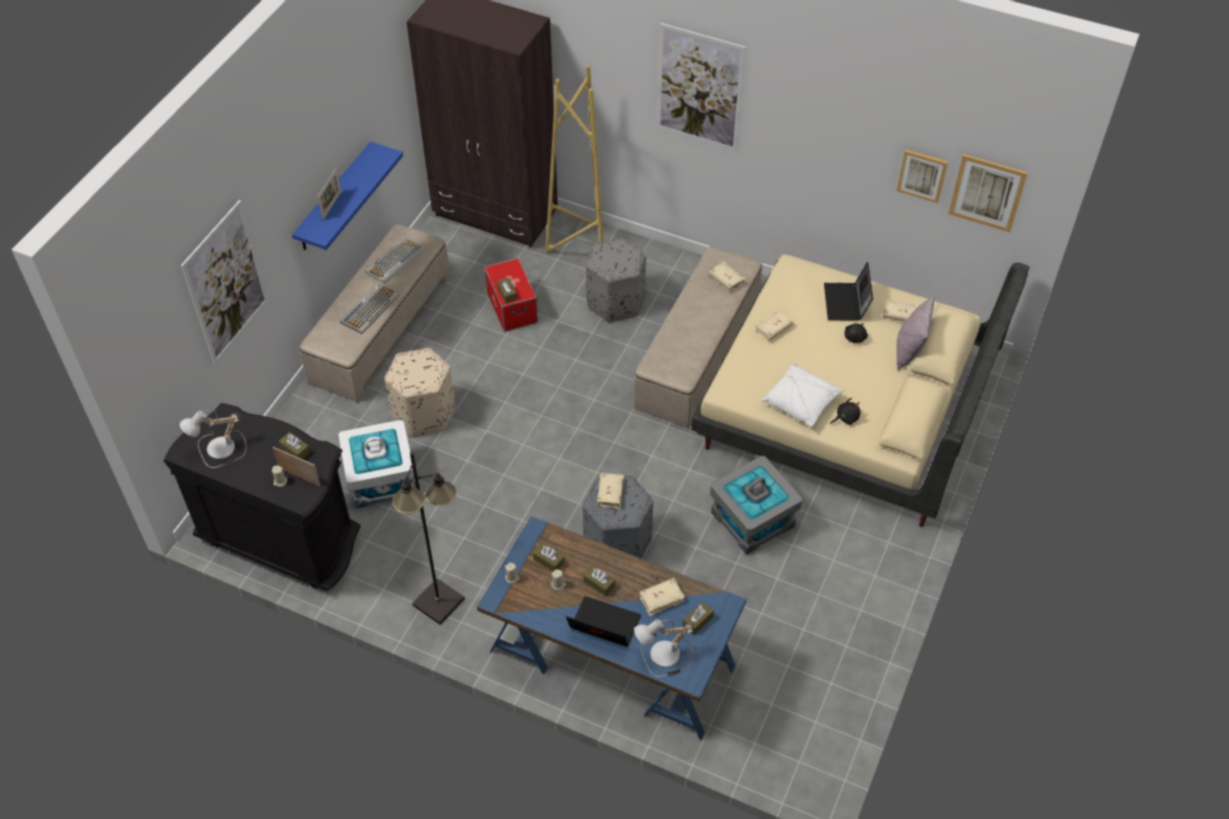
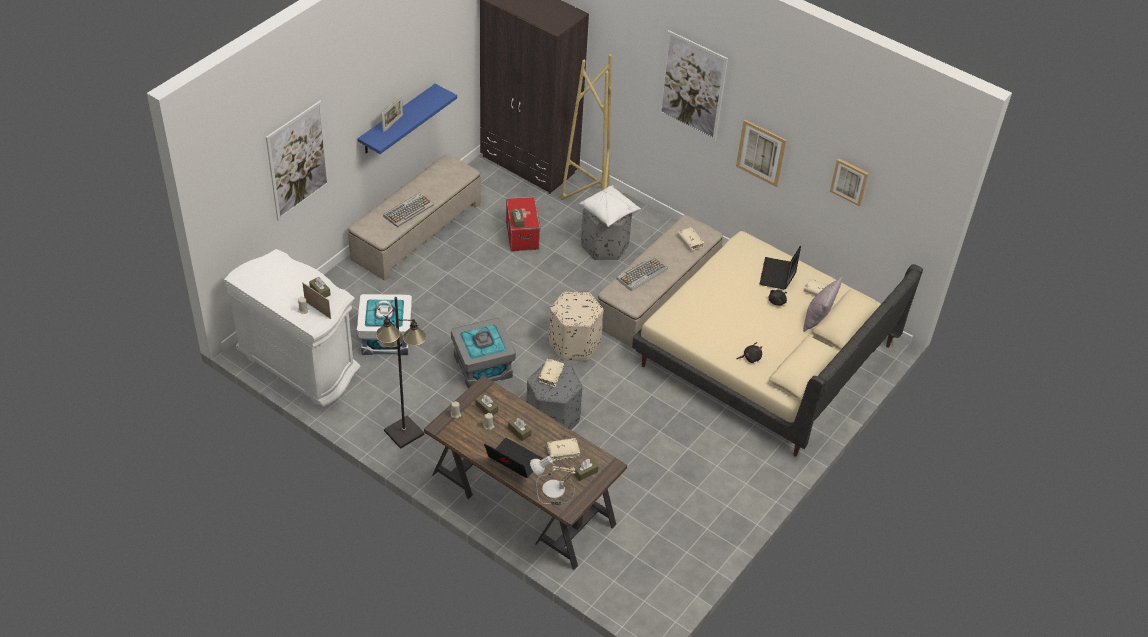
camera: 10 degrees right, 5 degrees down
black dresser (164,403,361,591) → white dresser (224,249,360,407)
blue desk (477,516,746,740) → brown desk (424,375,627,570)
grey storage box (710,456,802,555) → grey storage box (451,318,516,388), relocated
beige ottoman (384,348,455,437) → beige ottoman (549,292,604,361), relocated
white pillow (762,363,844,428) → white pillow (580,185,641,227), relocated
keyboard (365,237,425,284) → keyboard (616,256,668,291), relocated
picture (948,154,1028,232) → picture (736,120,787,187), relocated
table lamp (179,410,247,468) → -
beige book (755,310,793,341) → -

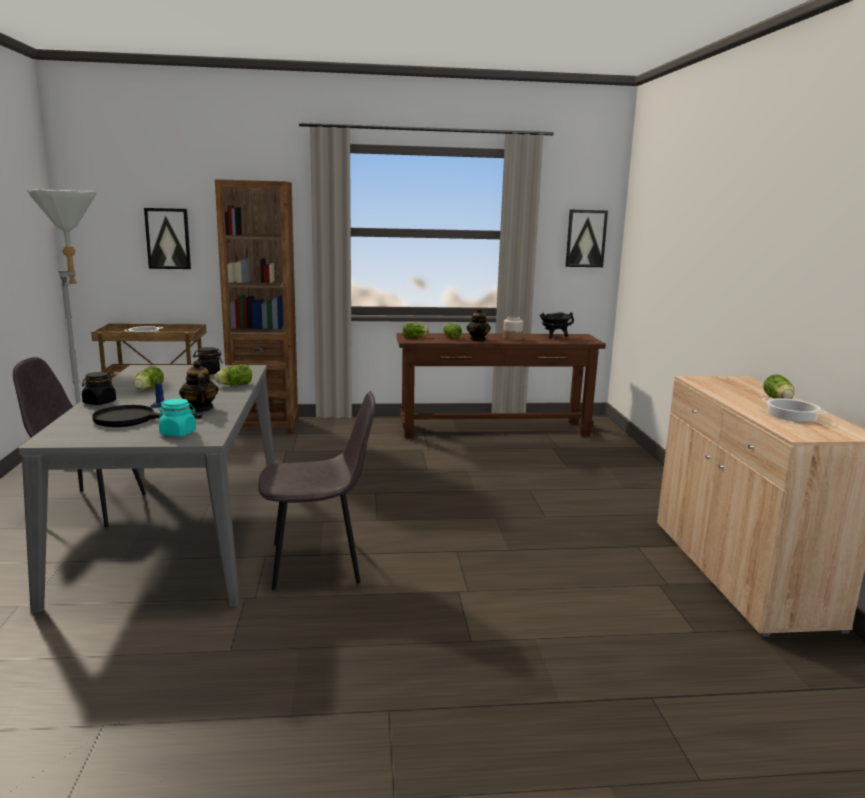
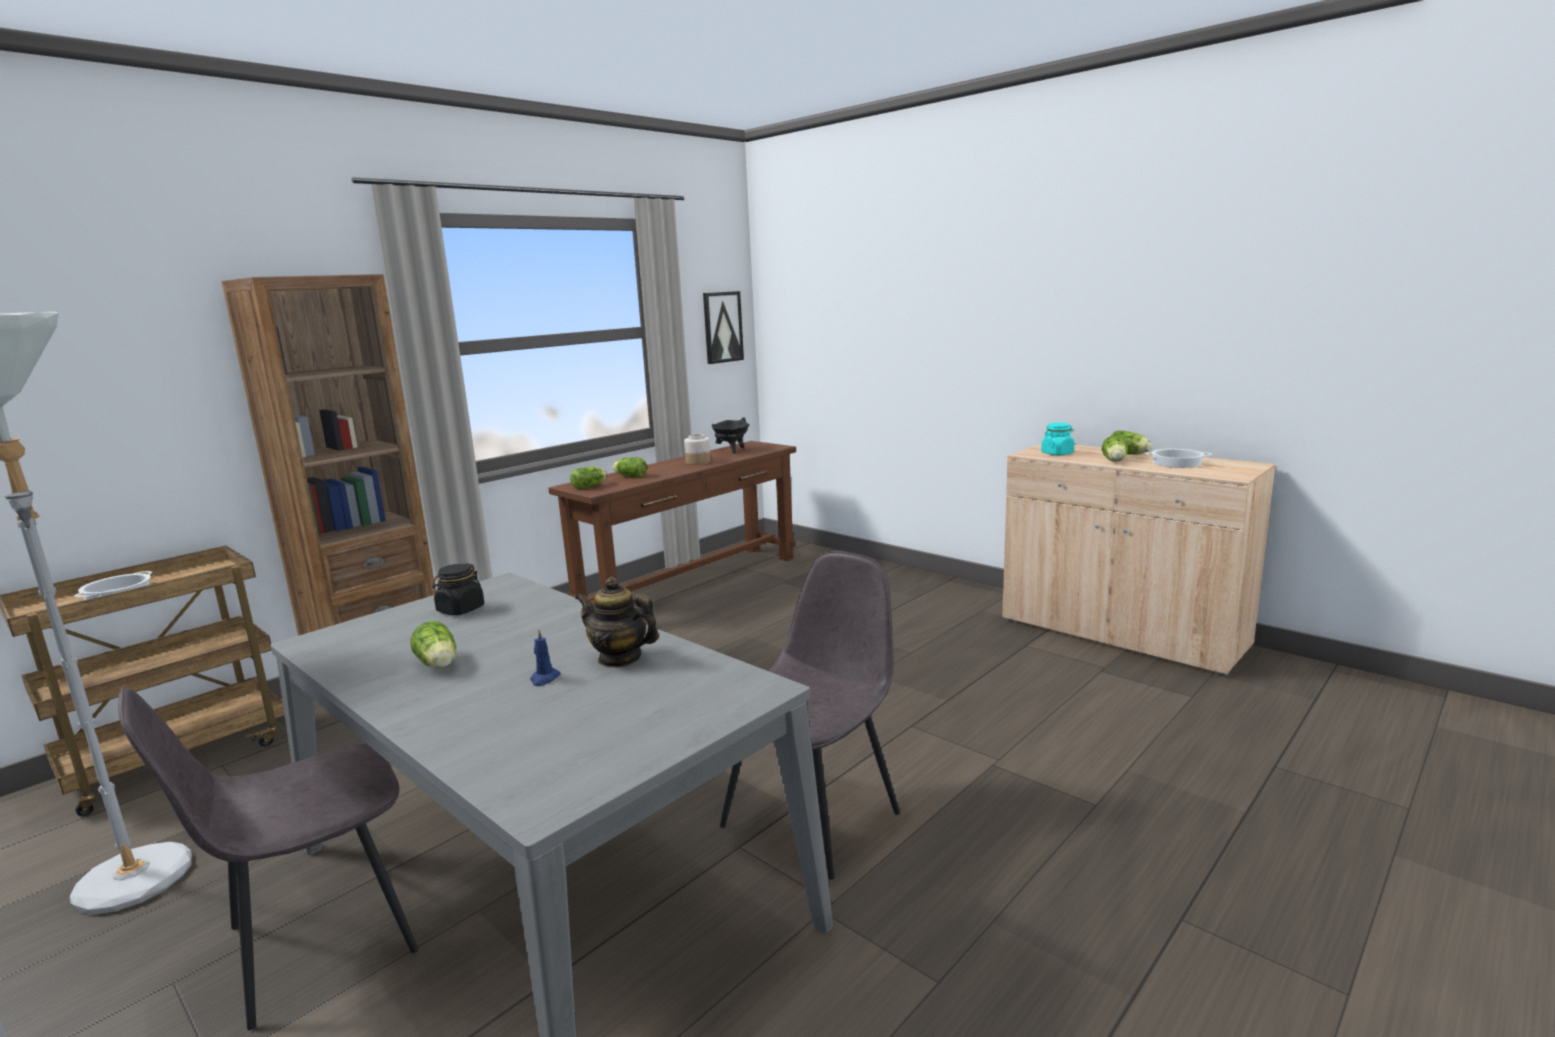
camera: 40 degrees left, 0 degrees up
turquoise jar (159,398,196,437) → turquoise jar (1041,423,1074,455), relocated
lettuce (215,364,252,385) → lettuce (1102,436,1128,462), relocated
black jar (82,372,116,405) → -
black frying pan (92,405,202,427) → -
picture (144,208,191,269) → -
teapot (467,308,491,341) → -

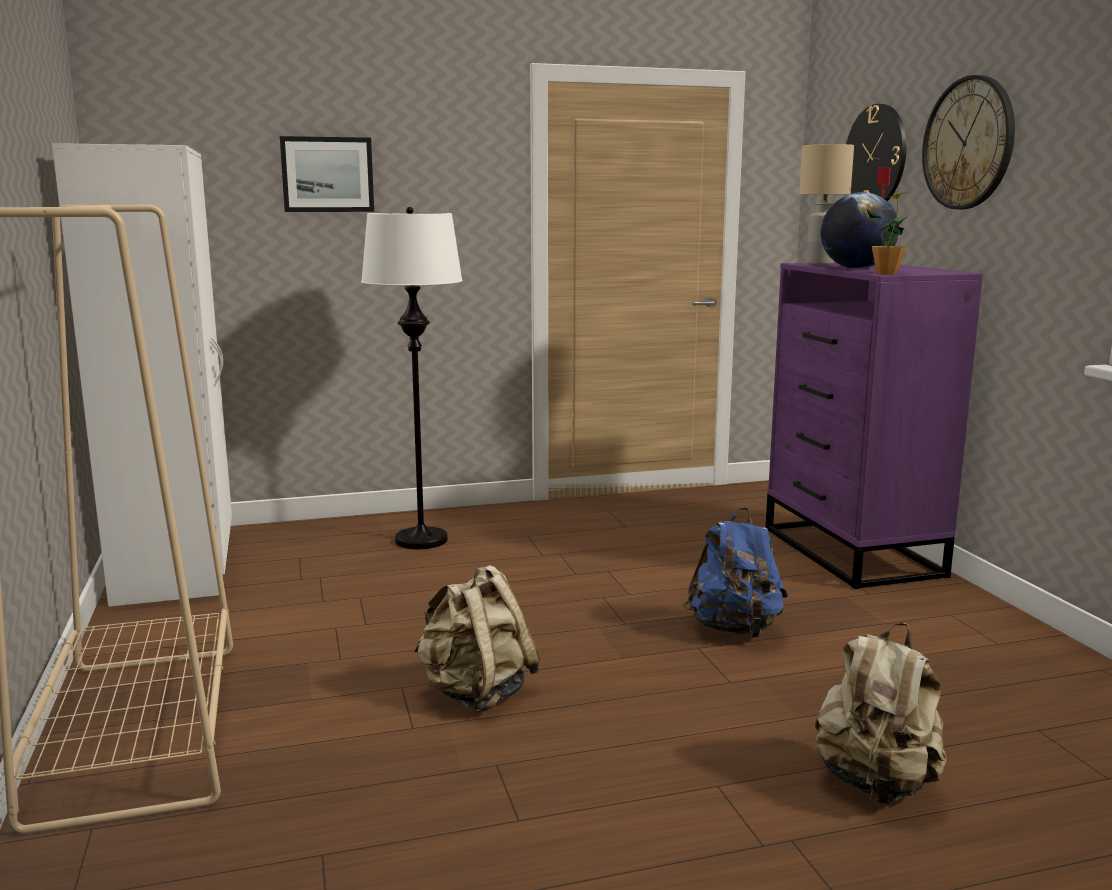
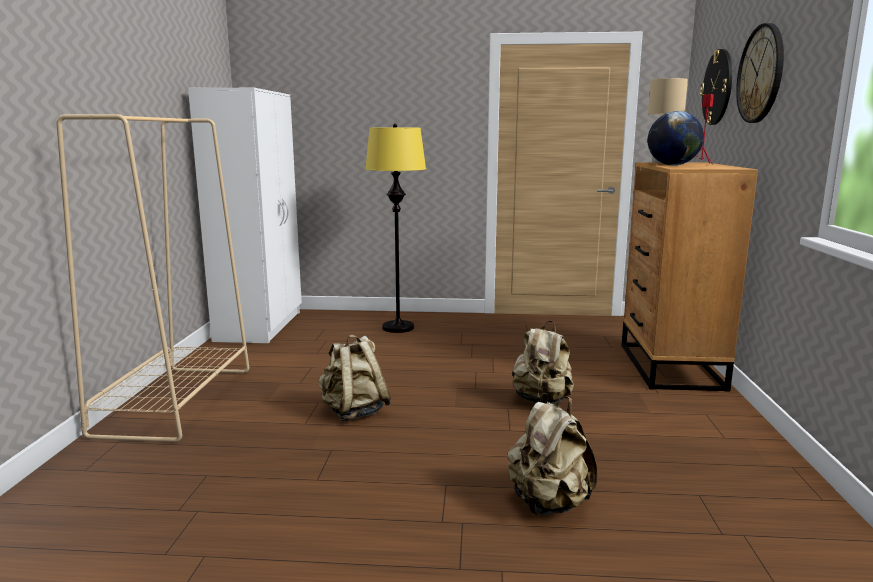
camera: 20 degrees right, 0 degrees up
white floor lamp (361,207,463,549) → yellow floor lamp (365,124,426,333)
blue backpack (683,507,788,638) → beige backpack (512,321,574,404)
purple dresser (765,262,983,589) → brown dresser (621,162,758,392)
picture (280,136,374,212) → -
potted plant (867,192,908,274) → -

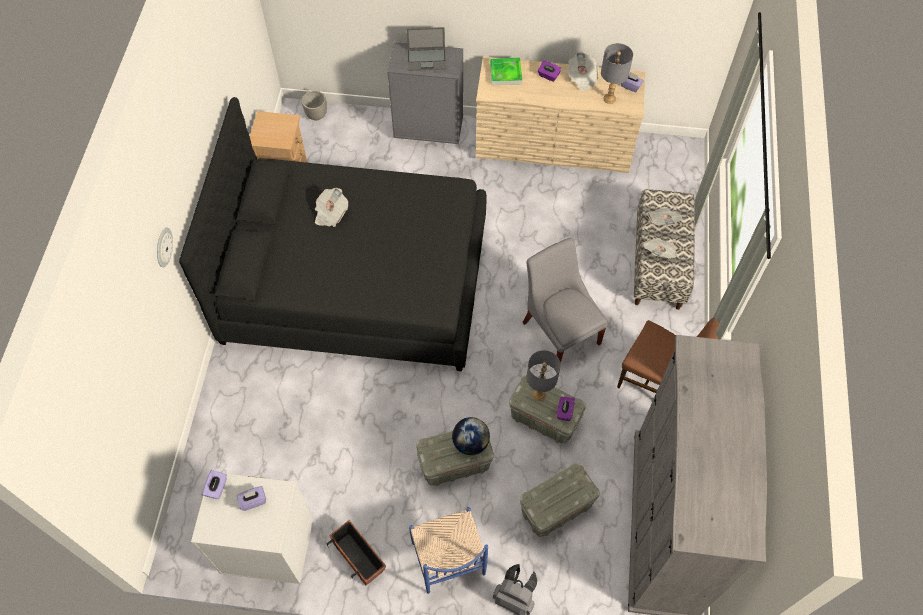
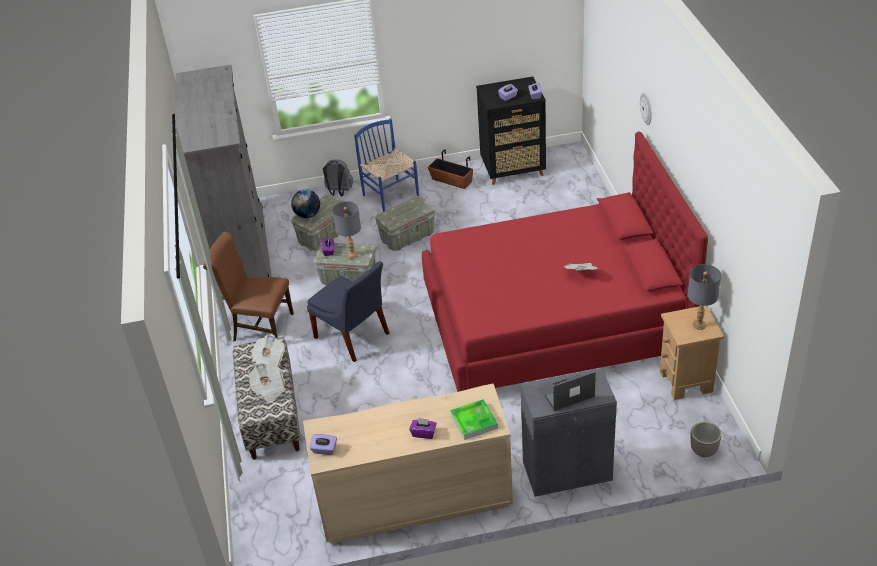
camera: 165 degrees right, 20 degrees down
globe (452,417,490,455) → globe (291,189,320,218), relocated
grey chair (522,238,608,363) → blue chair (307,261,389,362)
black bed (179,97,487,371) → red bed (422,132,708,392)
white dresser (191,474,313,584) → black dresser (476,76,546,185)
grey table lamp (601,43,633,104) → grey table lamp (688,264,721,330), relocated
newspaper (567,52,599,92) → -

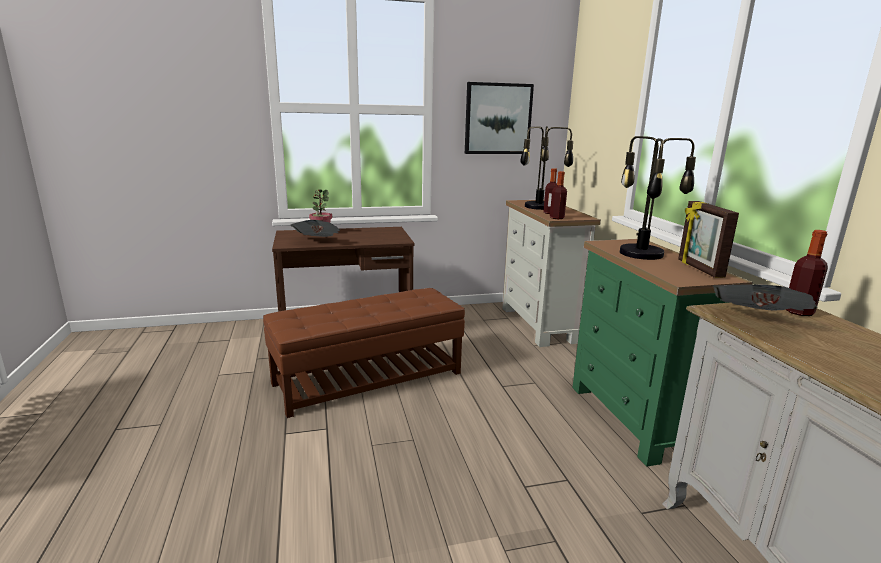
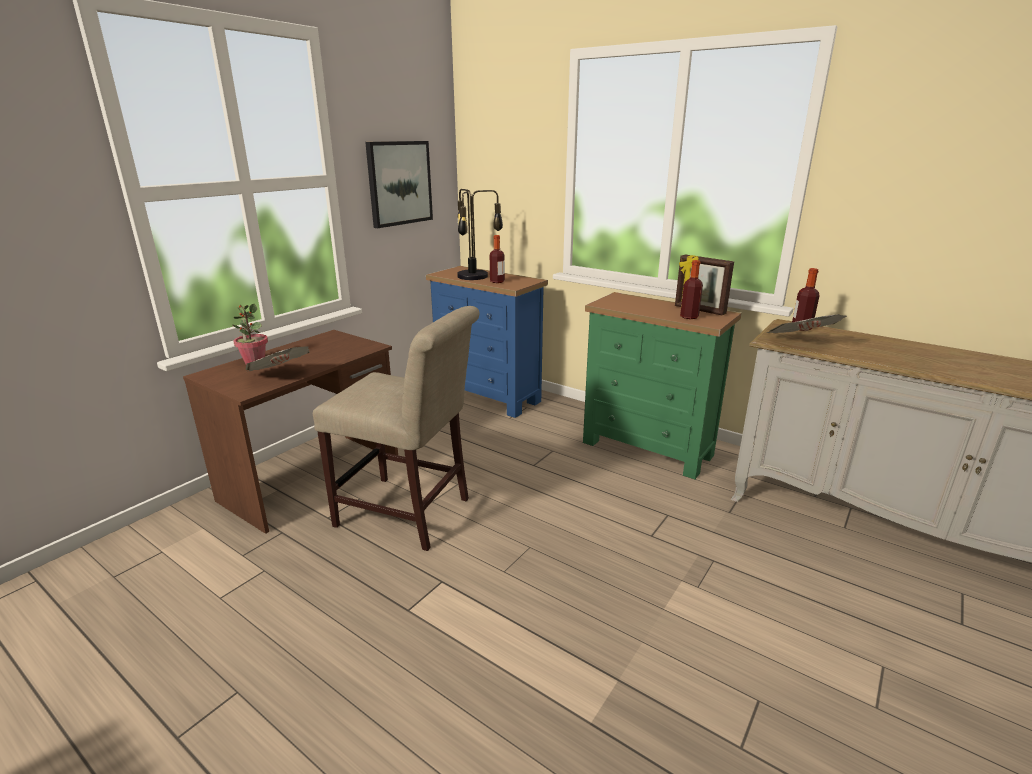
camera: 40 degrees left, 5 degrees up
brown ottoman (263,288,465,418) → beige chair (313,306,479,551)
white dresser (503,200,601,347) → blue dresser (426,266,548,418)
bottle (550,171,567,219) → bottle (680,260,703,319), relocated
table lamp (620,136,696,260) → -

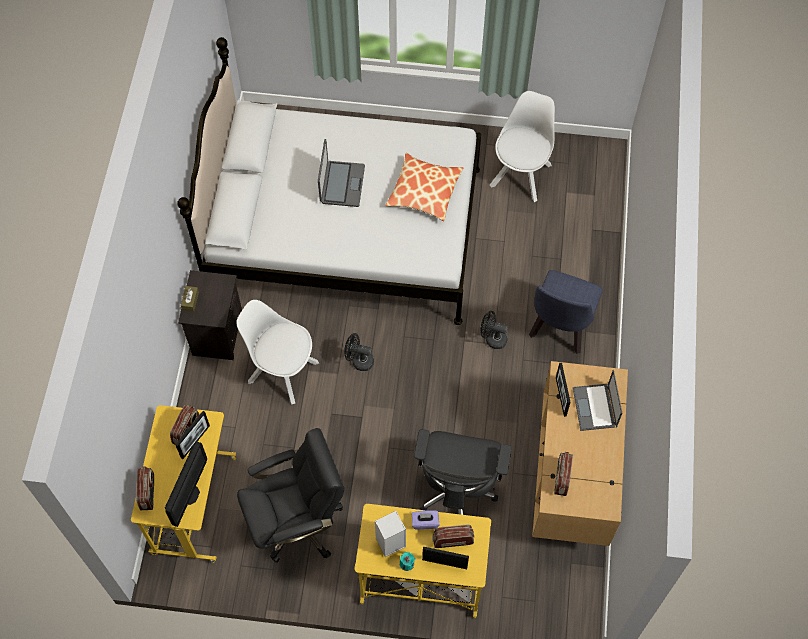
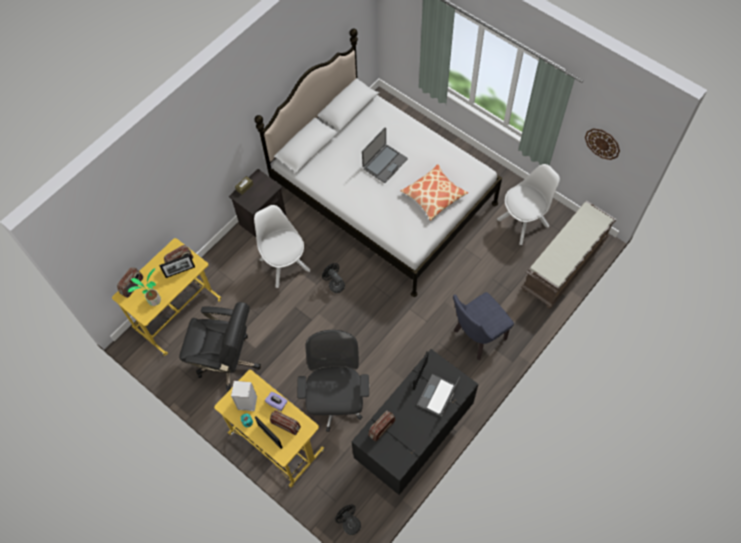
camera: 35 degrees right, 0 degrees up
monitor (165,441,207,527) → potted plant (128,268,161,306)
office chair (414,429,512,515) → office chair (297,330,369,432), 135 degrees clockwise
black fan (480,311,508,349) → black fan (335,505,361,535), relocated
beige dresser (532,361,628,546) → black dresser (351,349,479,495)
- → brown bench (522,200,617,308)
- → wall clock (585,128,620,160)

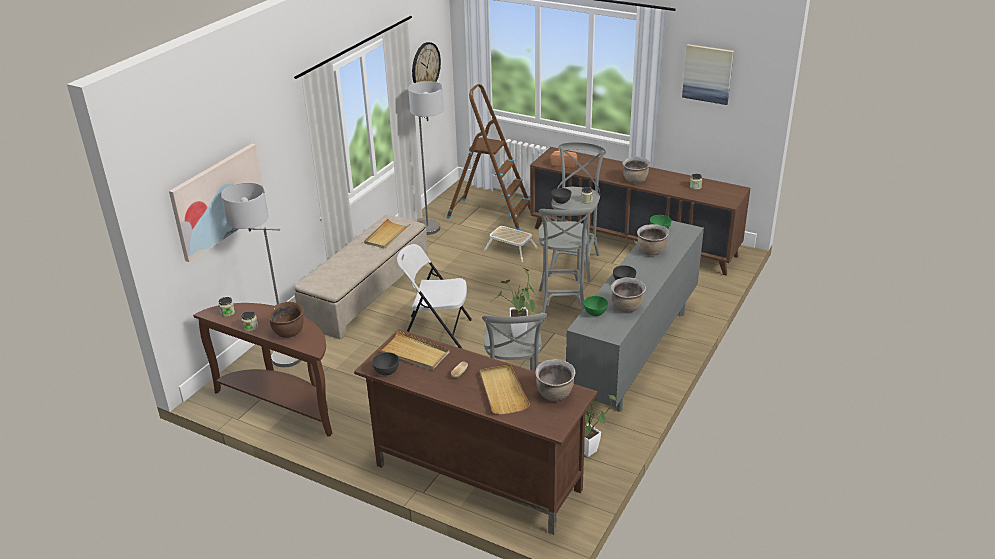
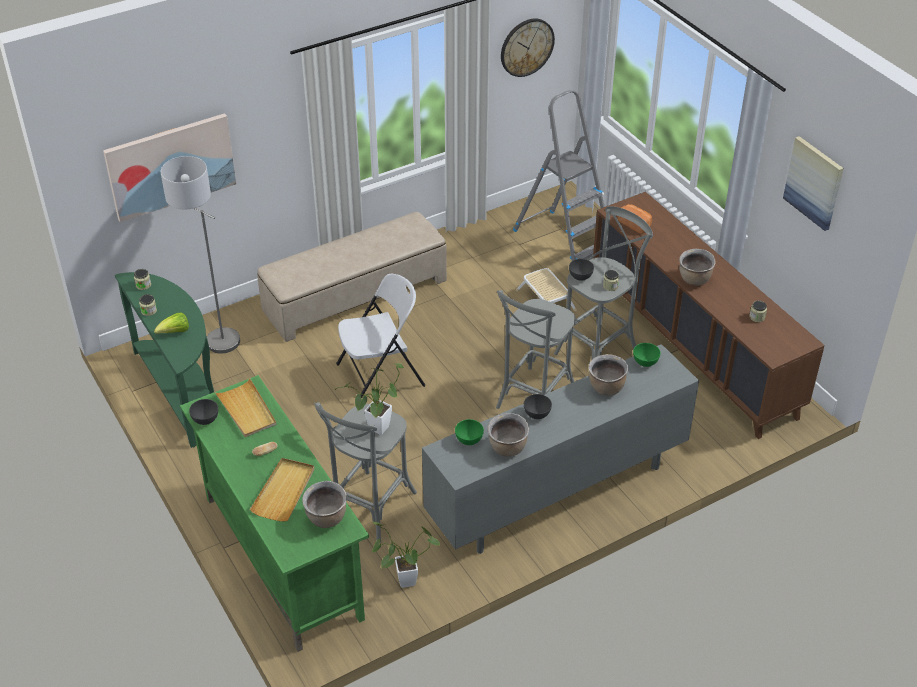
camera: 30 degrees right, 10 degrees up
brown console table (193,303,333,437) → green console table (115,272,214,448)
brown cooking pot (267,302,304,338) → lettuce (154,312,189,334)
brown dresser (354,329,597,535) → green dresser (180,375,369,652)
white chair (397,244,472,349) → white chair (336,274,425,398), 120 degrees clockwise
brown step ladder (446,84,530,230) → grey step ladder (513,90,605,261)
beige tray (364,219,410,249) → -
grey floor lamp (408,81,444,235) → -

